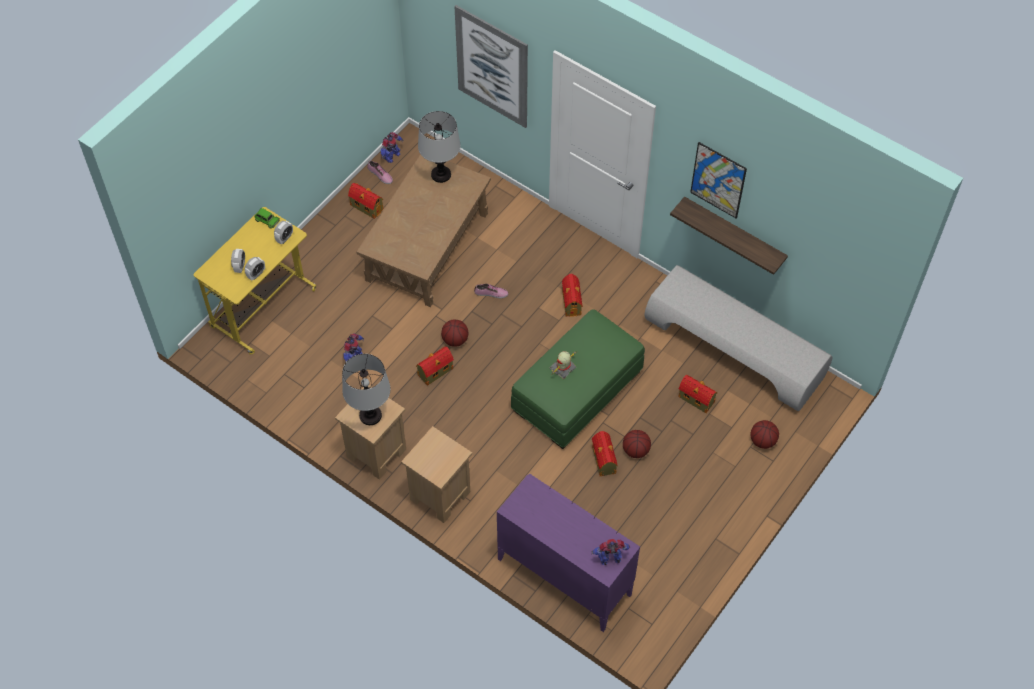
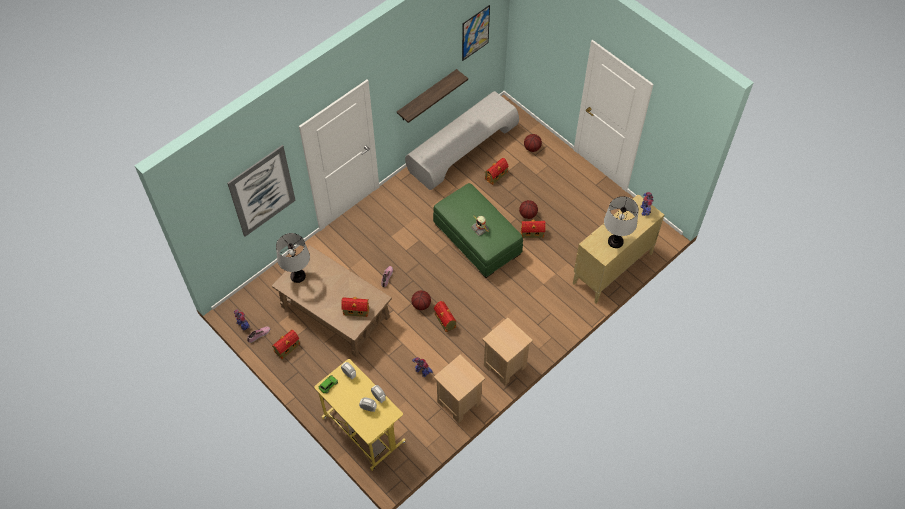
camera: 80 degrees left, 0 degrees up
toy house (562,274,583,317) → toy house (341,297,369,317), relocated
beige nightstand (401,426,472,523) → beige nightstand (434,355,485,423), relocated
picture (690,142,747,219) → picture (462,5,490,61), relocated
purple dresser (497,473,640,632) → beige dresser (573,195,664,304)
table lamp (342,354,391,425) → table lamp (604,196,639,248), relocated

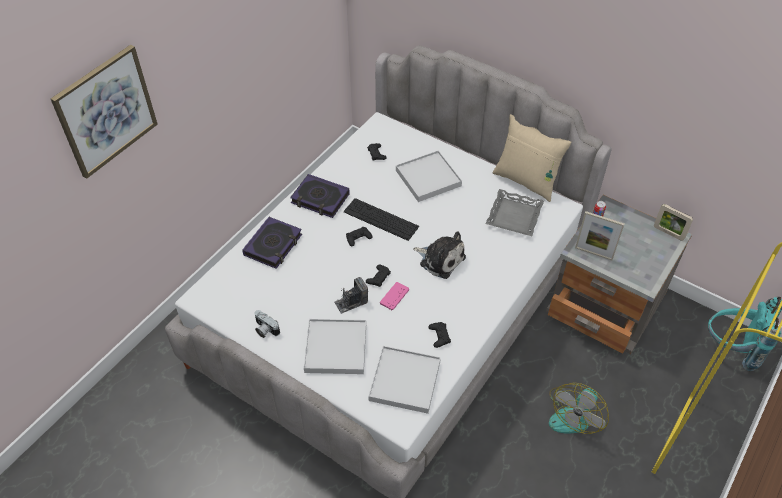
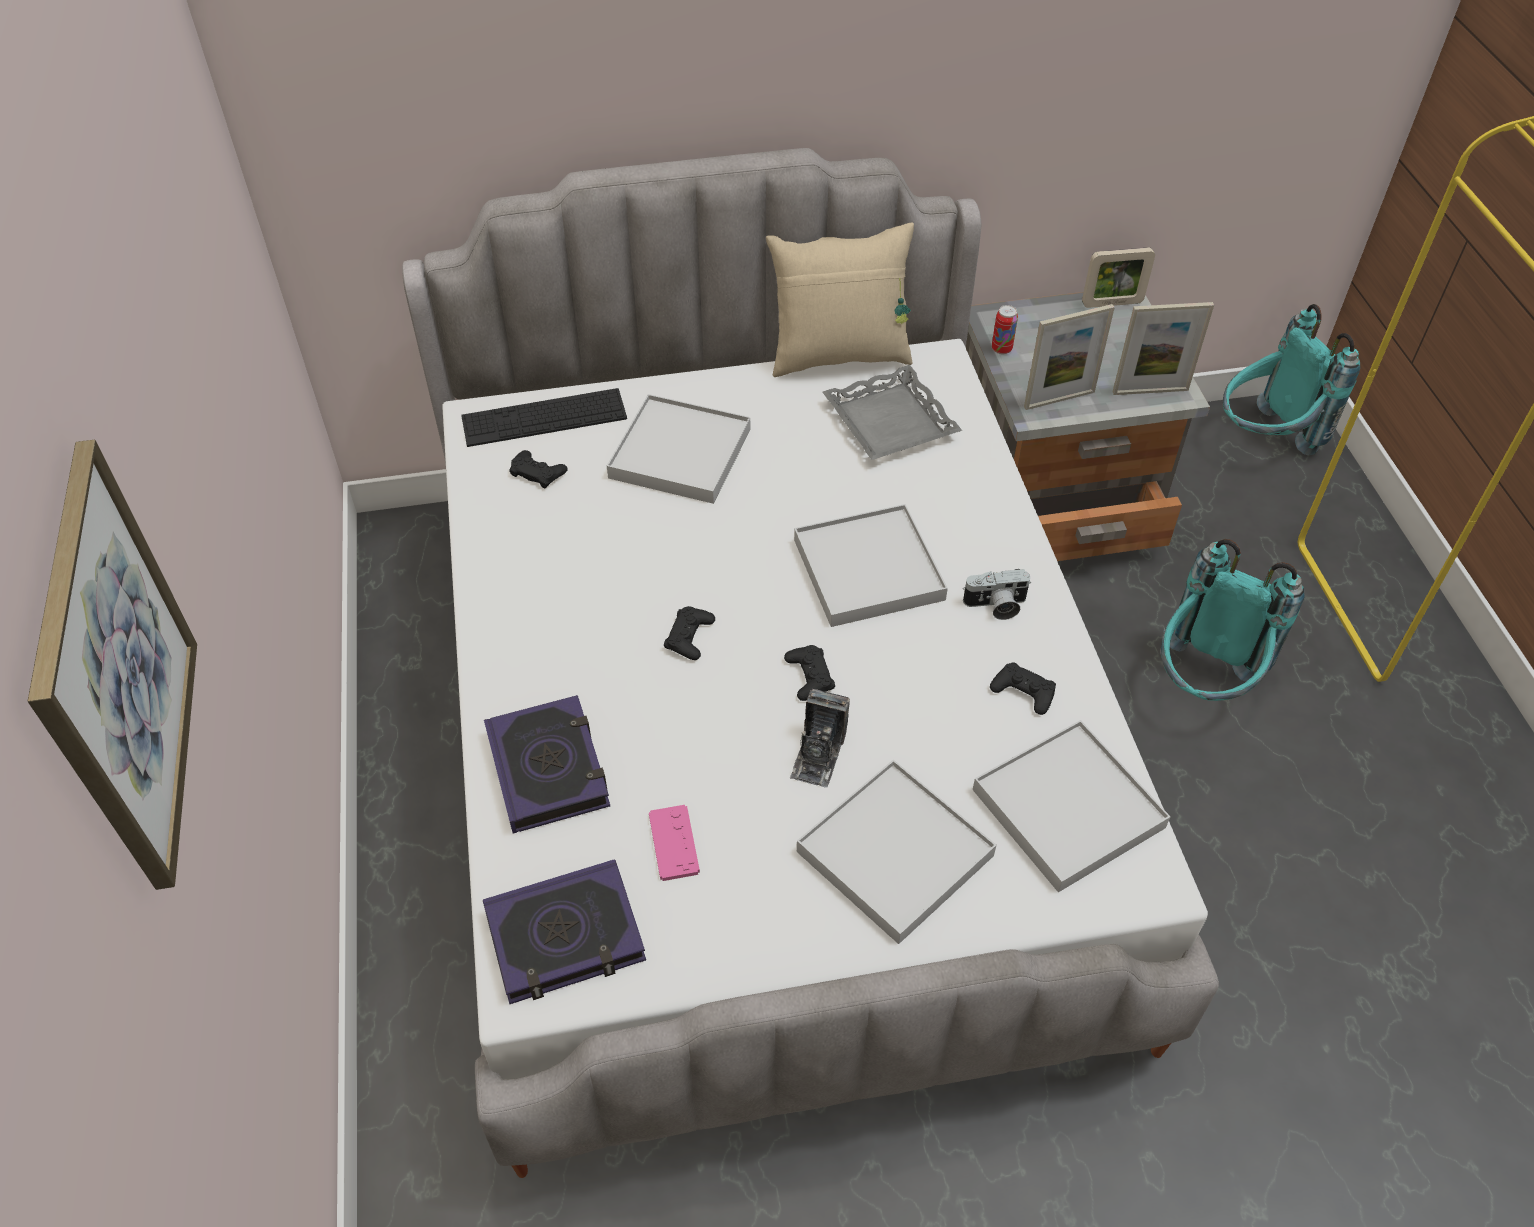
camera: 45 degrees left, 0 degrees up
keyboard (344,198,419,241) → keyboard (461,388,627,447), relocated
book (290,174,350,218) → book (483,859,646,1004), relocated
pink game controller (380,282,409,310) → pink game controller (649,805,700,881), relocated
plush toy (413,231,466,279) → white tray (794,504,948,627)
photo camera (255,310,280,338) → photo camera (963,569,1031,620), relocated
- → picture frame (1113,302,1214,395)
fan (548,383,609,434) → turquoise backpack (1161,539,1305,701)

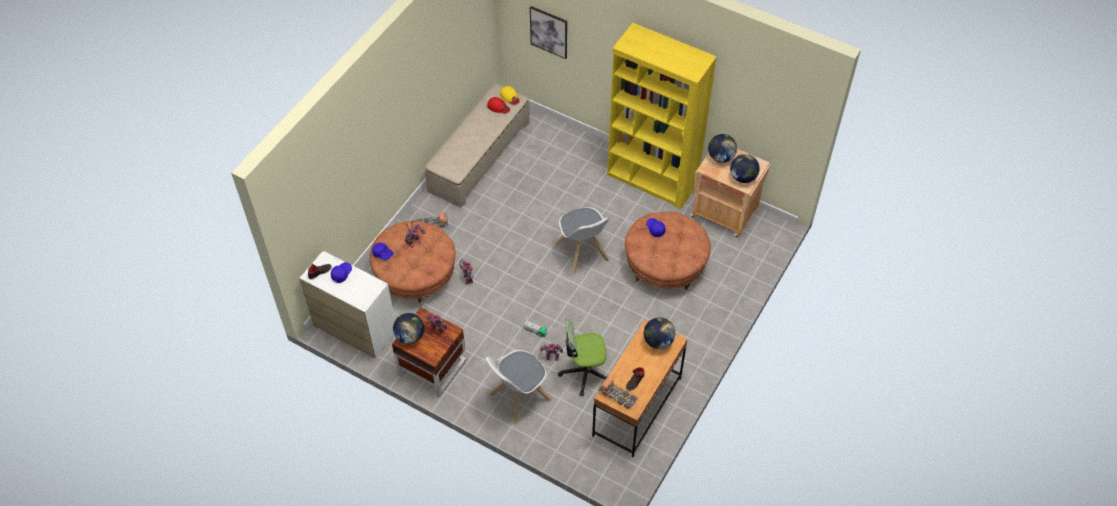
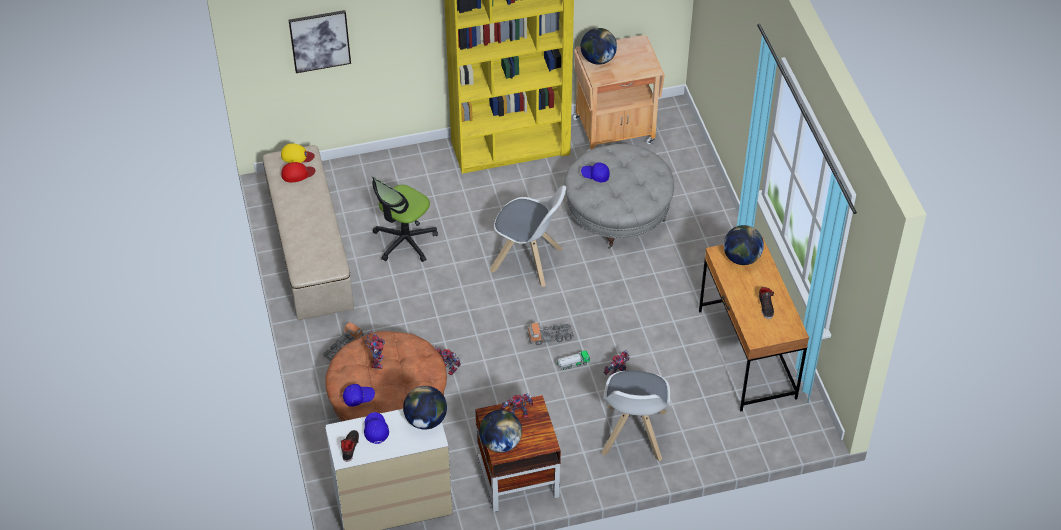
camera: 45 degrees left, 5 degrees down
office chair (558,319,607,396) → office chair (372,176,438,262), relocated
globe (730,154,760,183) → globe (403,386,447,430), relocated
toy truck (599,377,637,409) → toy truck (527,322,574,345), relocated
brown ottoman (625,212,711,291) → grey ottoman (564,144,674,249)

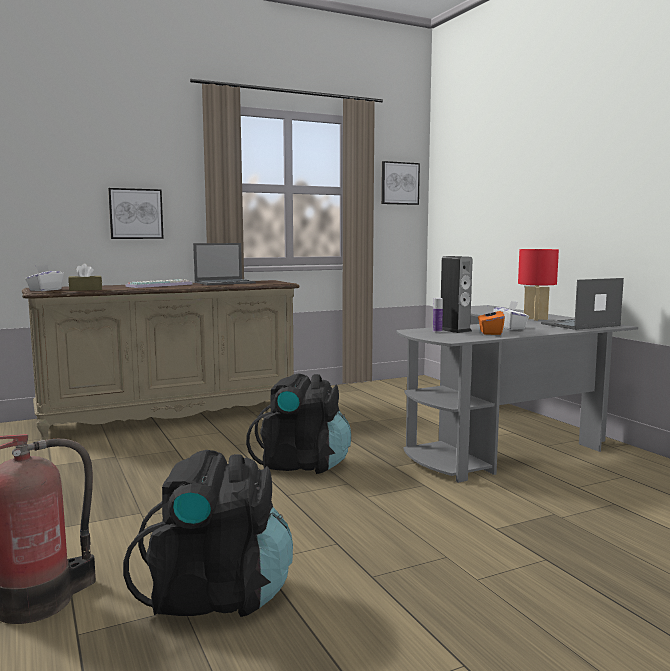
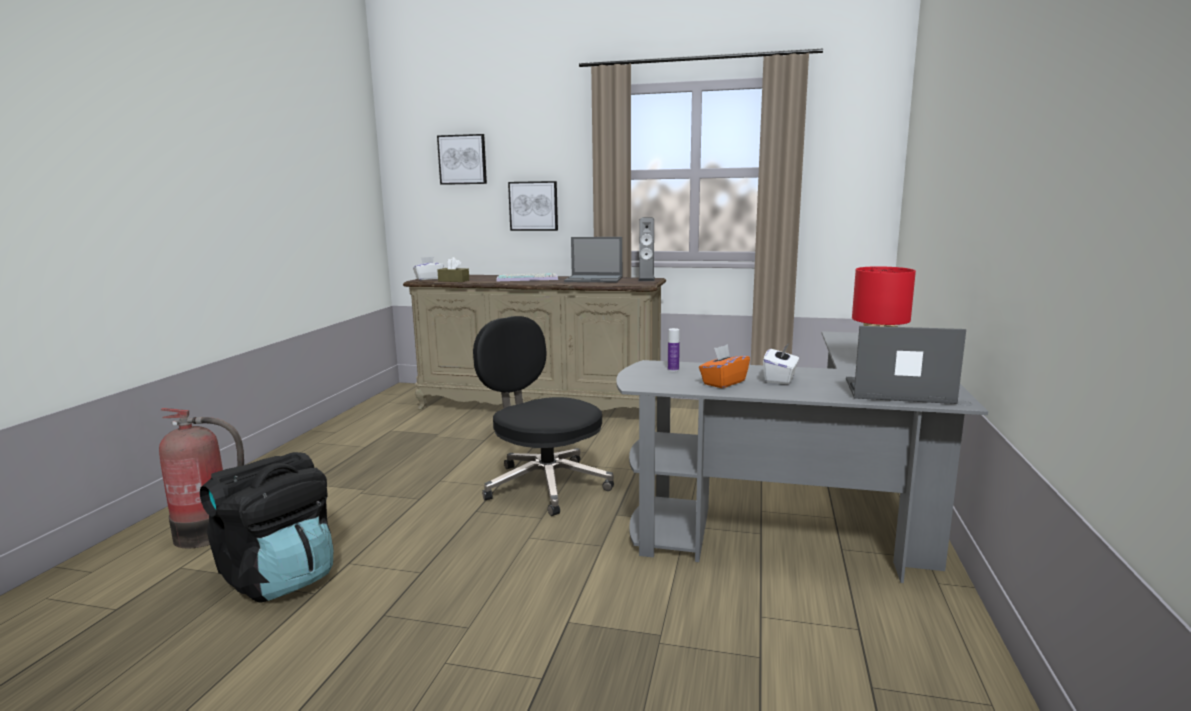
camera: 40 degrees right, 5 degrees up
picture (381,161,420,205) → picture (437,134,487,185), relocated
black backpack (246,373,351,474) → black office chair (473,316,614,516)
speaker (441,256,472,333) → speaker (638,217,655,281), relocated

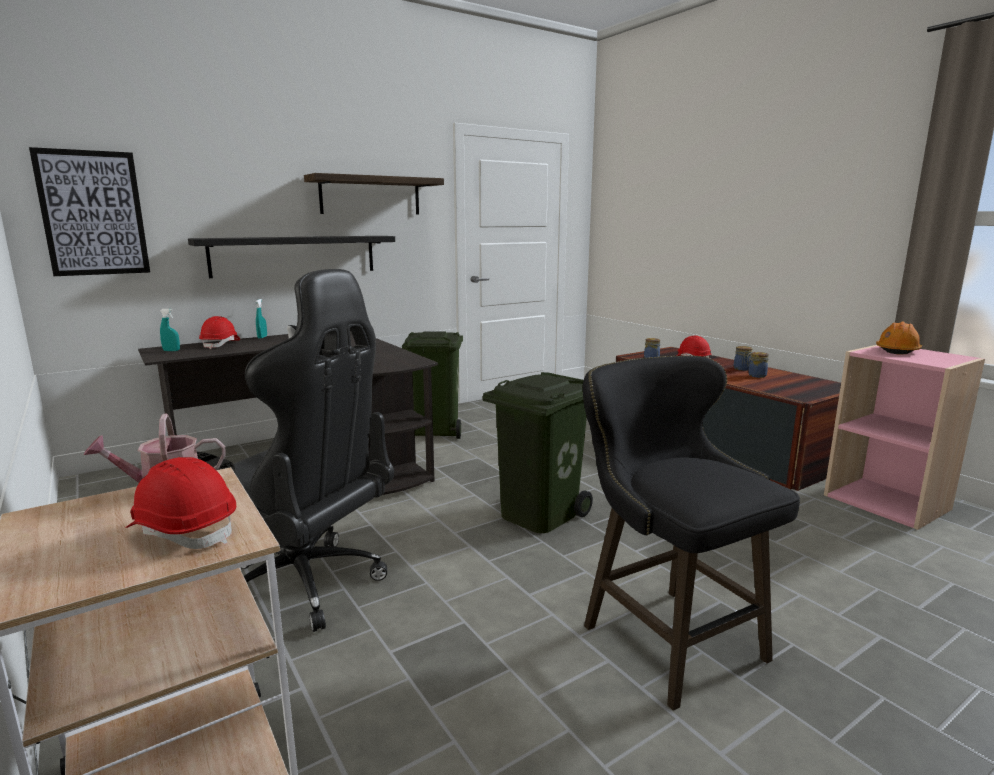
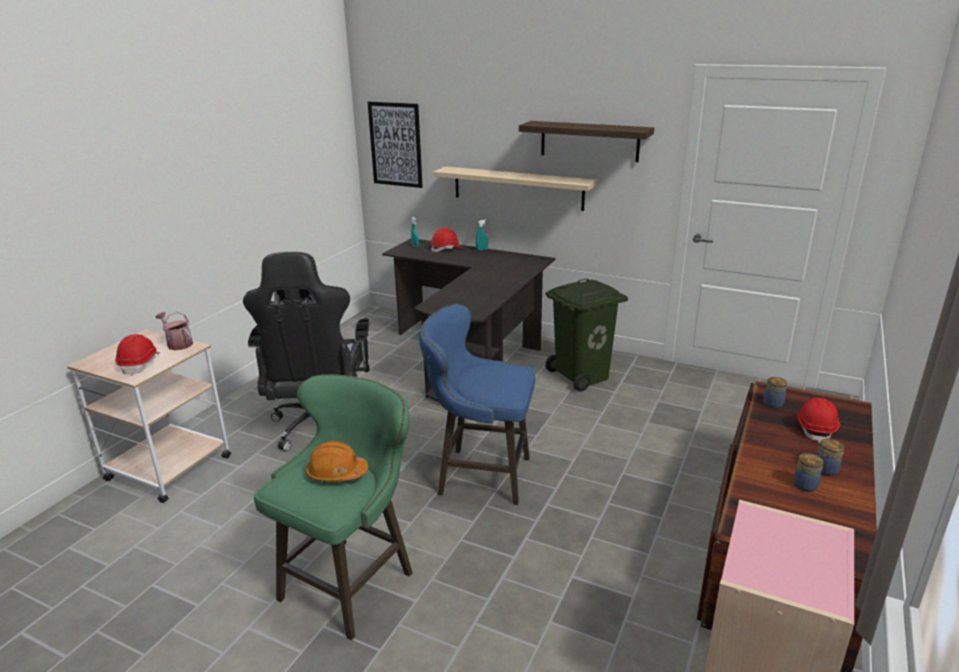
camera: 60 degrees right, 10 degrees up
black stool (583,355,800,711) → green stool (254,374,413,640)
orange hard hat (876,322,922,354) → orange hard hat (306,441,368,482), relocated
green trash can (483,372,593,533) → blue stool (419,304,535,505)
black shelf (188,236,395,278) → beige shelf (433,166,597,211)

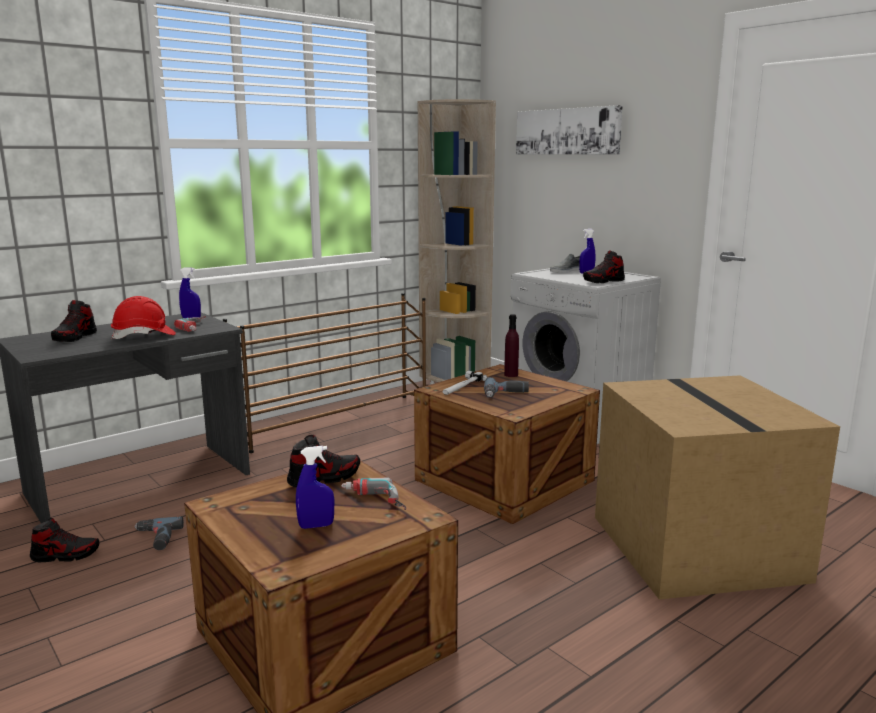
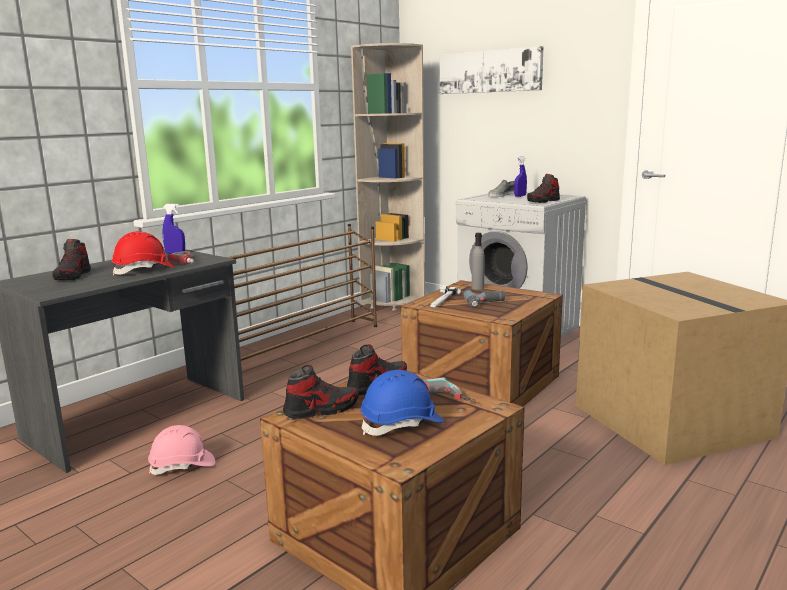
camera: 10 degrees left, 0 degrees up
power drill (134,516,184,550) → pink hard hat (148,425,215,475)
shoe (30,518,99,562) → shoe (283,365,359,419), relocated
blue spray bottle (296,446,334,529) → blue hard hat (360,370,444,436)
purple bottle (504,314,519,377) → grey bottle (472,233,485,290)

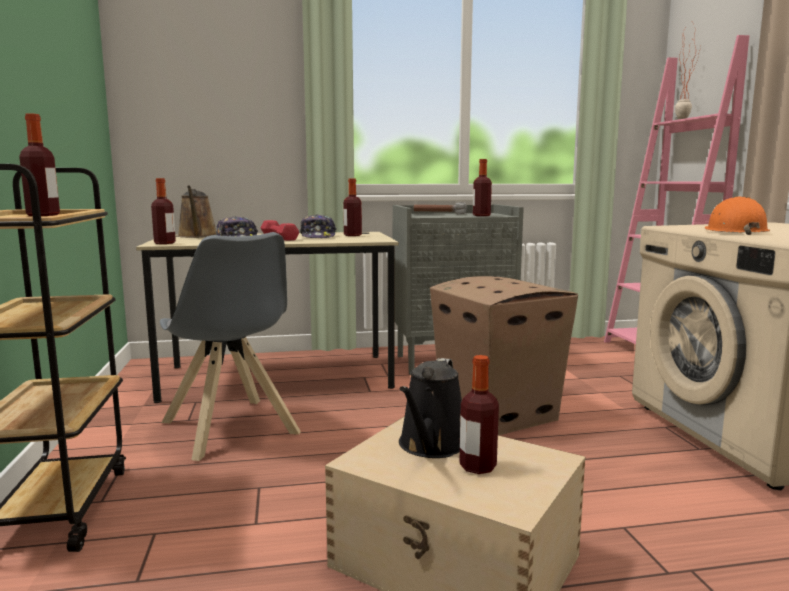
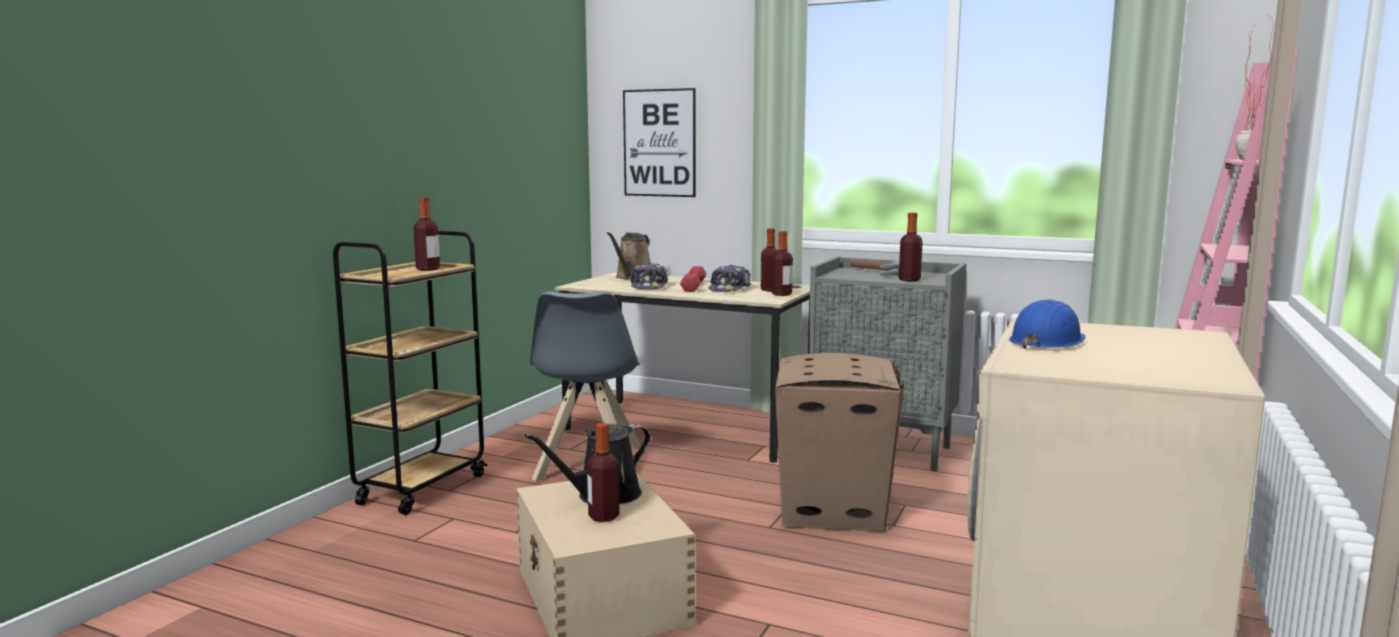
camera: 35 degrees right, 0 degrees up
- → picture (623,88,696,197)
bottle (151,178,176,244) → bottle (772,231,793,296), relocated
orange hard hat (705,197,770,235) → blue hard hat (1009,299,1085,349)

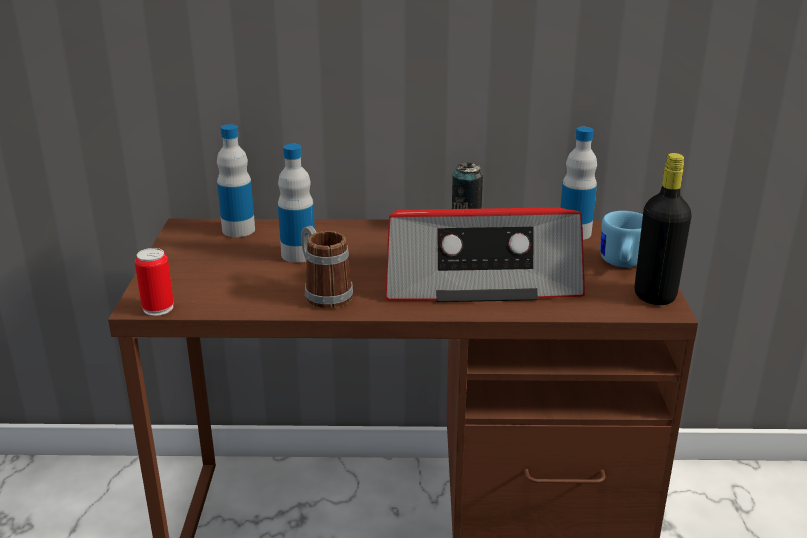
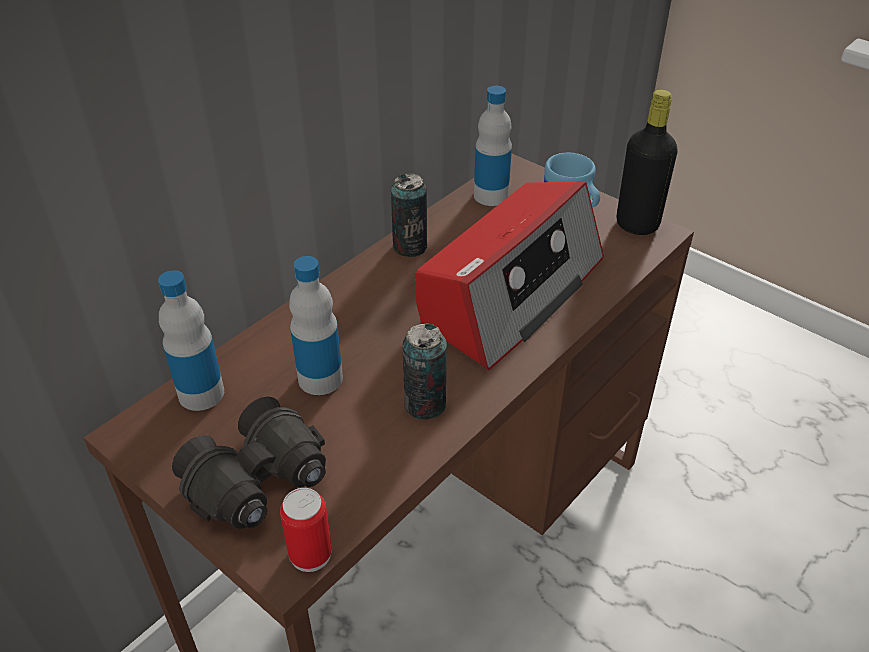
camera: 50 degrees left, 15 degrees up
- → black binoculars (172,397,326,529)
mug (301,226,353,308) → can (402,323,447,420)

